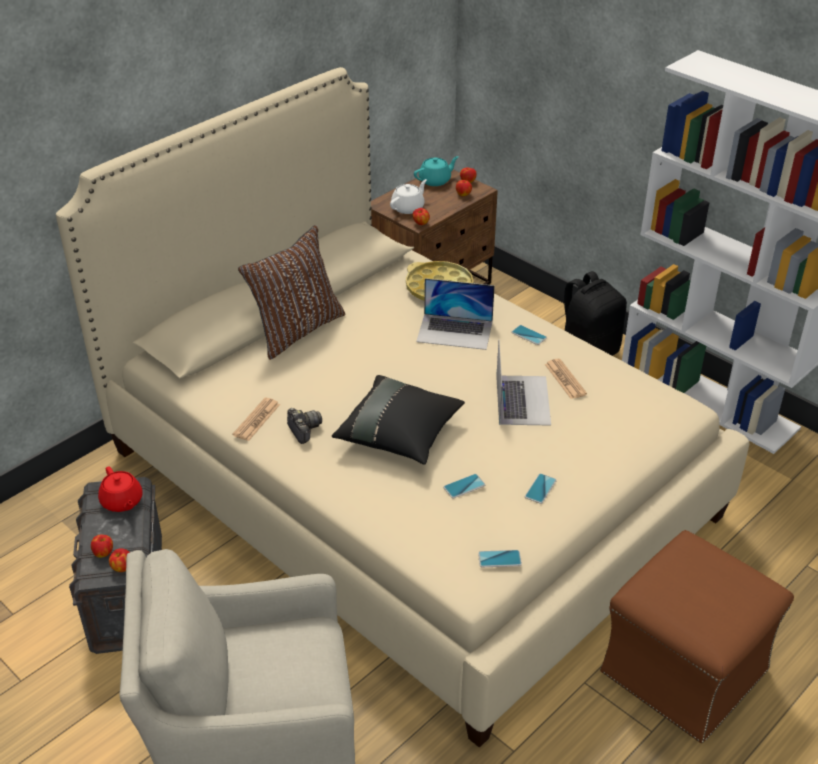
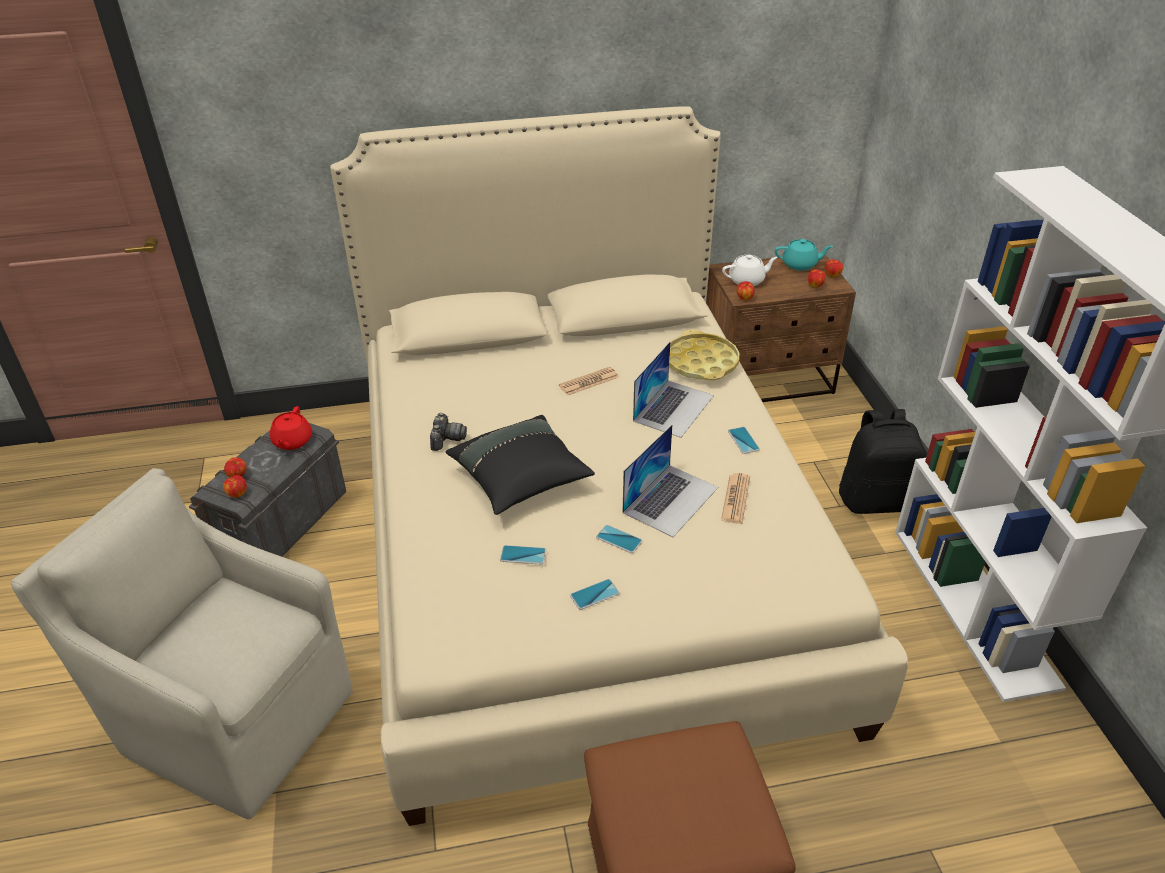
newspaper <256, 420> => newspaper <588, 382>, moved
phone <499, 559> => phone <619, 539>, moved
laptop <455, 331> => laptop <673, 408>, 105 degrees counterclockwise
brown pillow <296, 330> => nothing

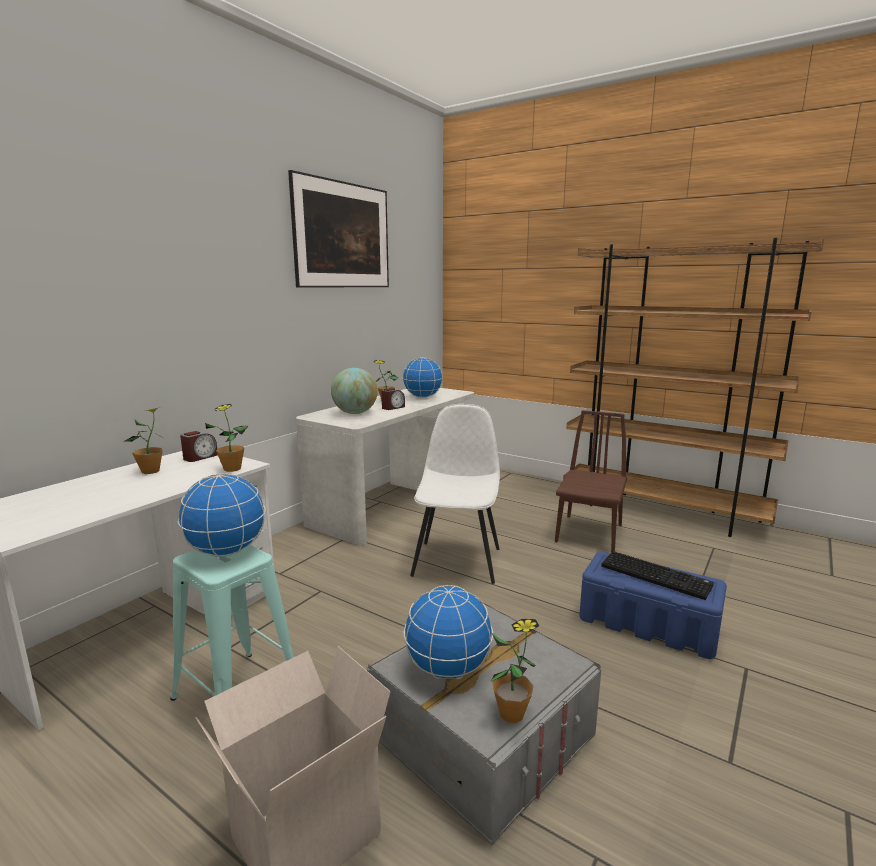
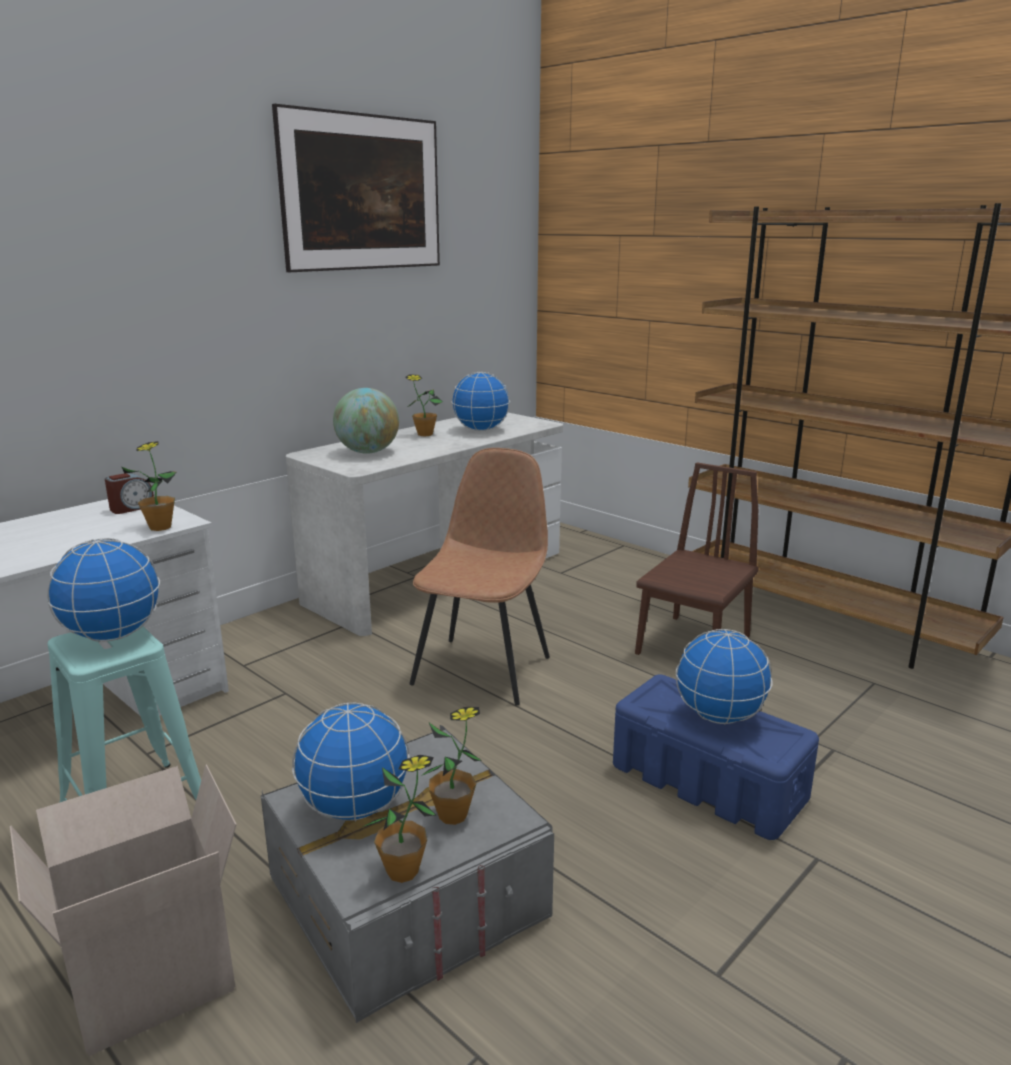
white chair <457, 560> => brown chair <483, 669>
potted plant <151, 471> => potted plant <453, 815>, moved
keyboard <657, 575> => globe <720, 716>
alarm clock <393, 407> => nothing

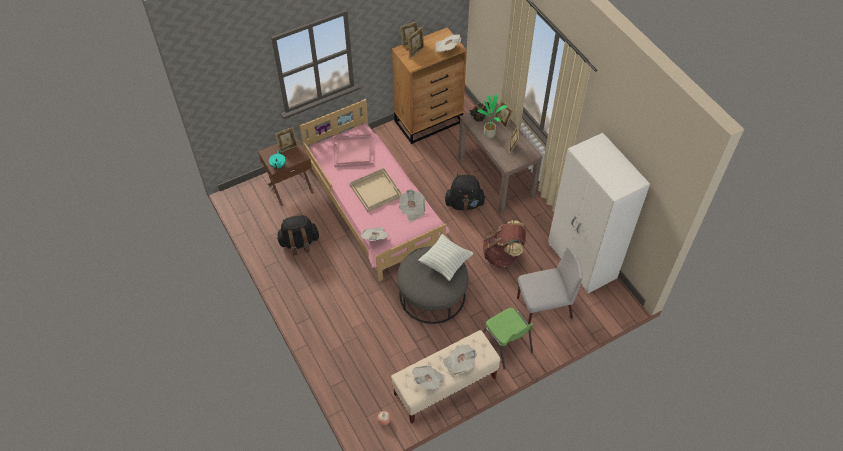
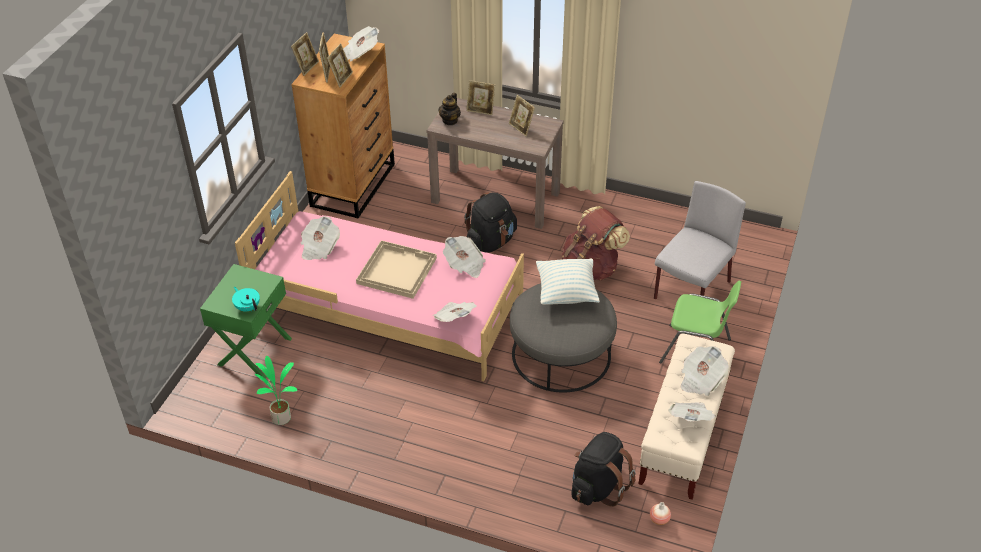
brown nightstand <290, 188> => green nightstand <253, 351>
potted plant <489, 133> => potted plant <281, 417>, moved
pink tray <352, 152> => newspaper <319, 248>
picture frame <287, 147> => picture frame <341, 78>, moved
black backpack <299, 243> => black backpack <598, 487>, moved
white wardrobe <581, 262> => nothing

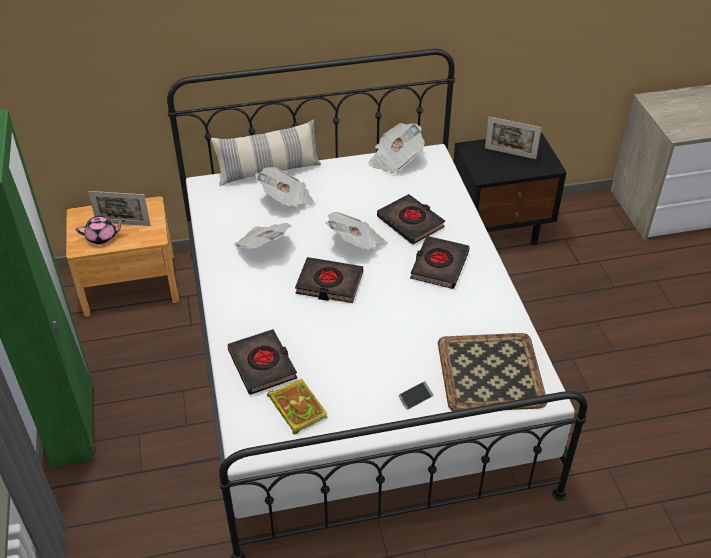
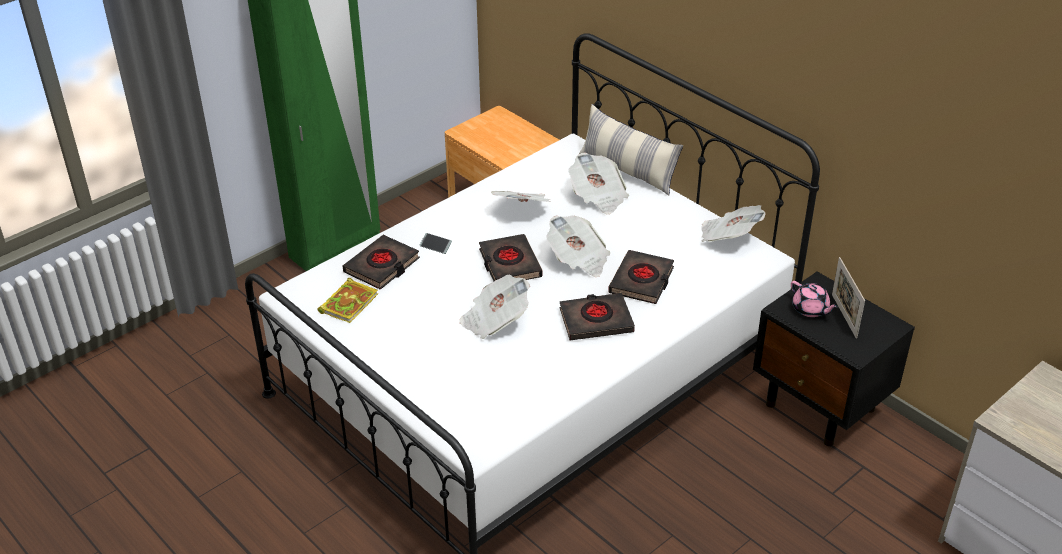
phone <415, 398> => phone <435, 246>, moved
nothing => newspaper <494, 320>
pink teapot <102, 237> => pink teapot <810, 309>, moved
picture frame <123, 224> => nothing
tray <491, 373> => nothing

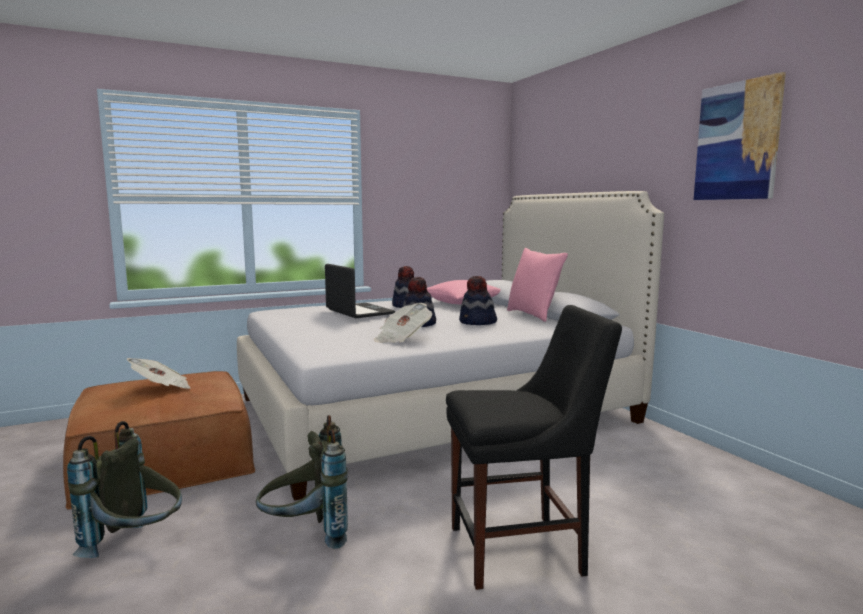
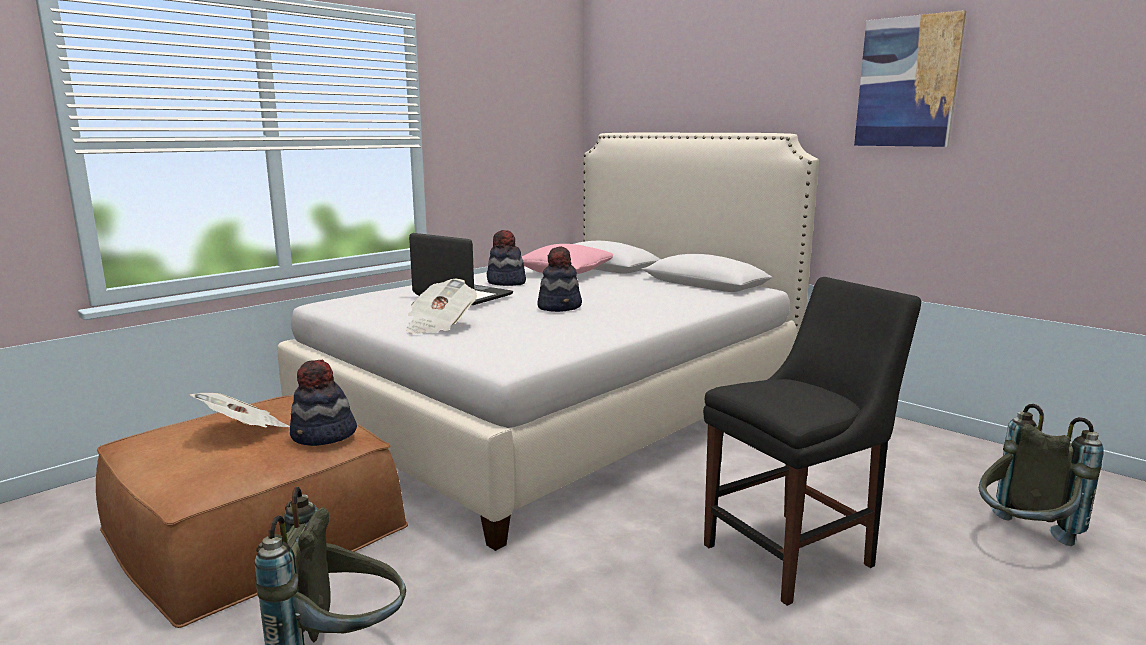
hat <477, 322> => hat <323, 436>, moved
newspaper <402, 338> => newspaper <439, 326>, moved
grey backpack <306, 535> => grey backpack <1022, 539>, moved
pink pillow <533, 315> => nothing

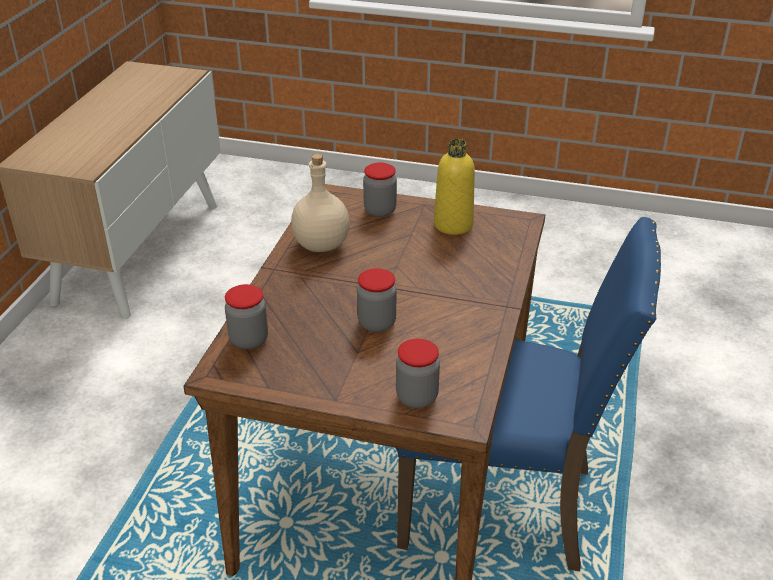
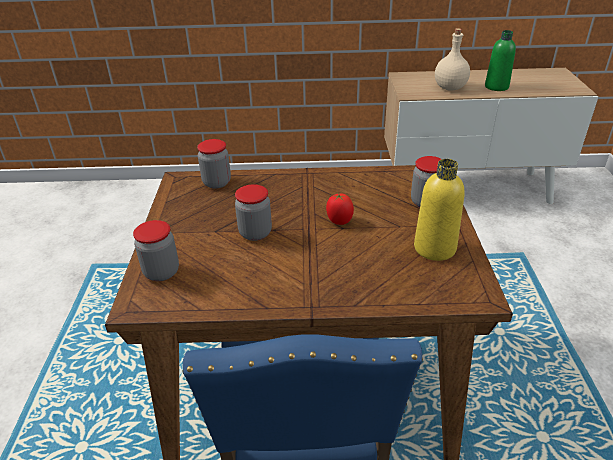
nothing => tomato <339, 221>
beige bottle <321, 245> => beige bottle <449, 88>, moved
nothing => green bottle <496, 87>

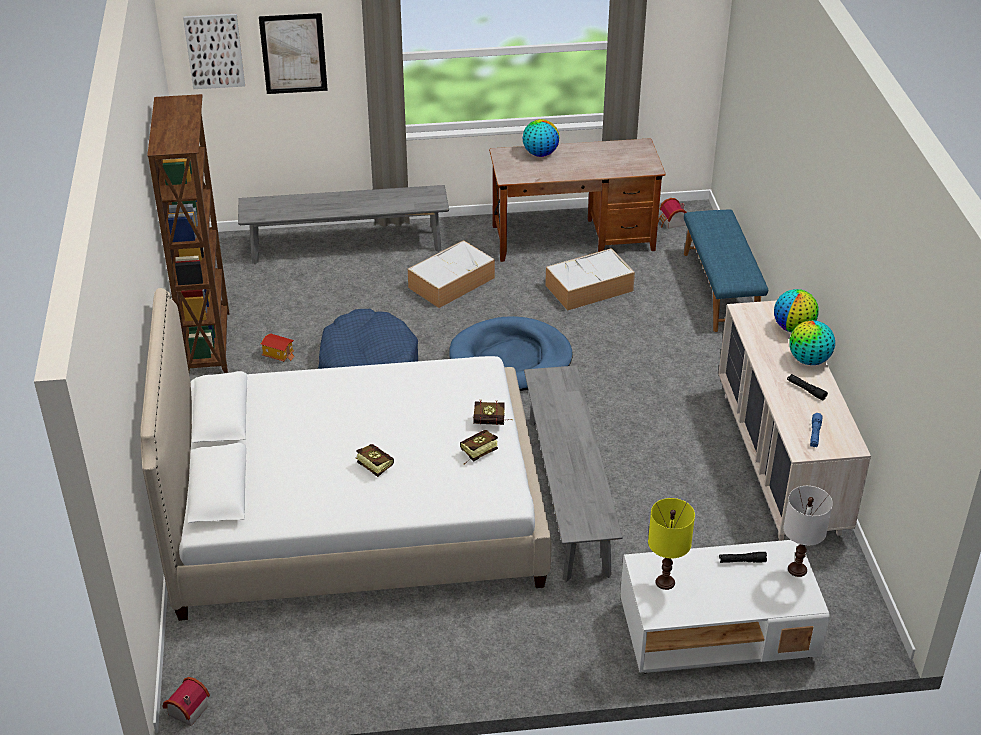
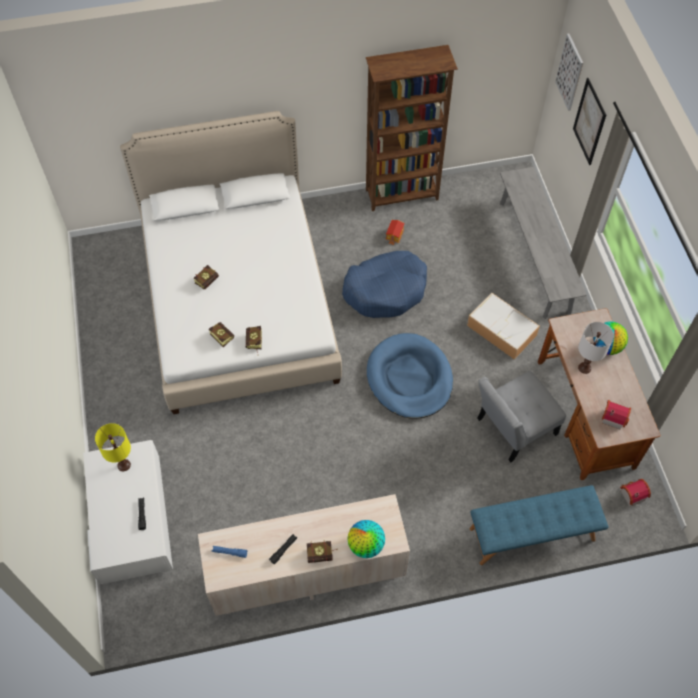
globe <808, 360> => book <322, 554>
storage box <588, 288> => grey chair <513, 428>
white table lamp <797, 569> => white table lamp <584, 368>, moved
toy house <185, 710> => toy house <613, 417>, moved
grey bench <567, 495> => nothing

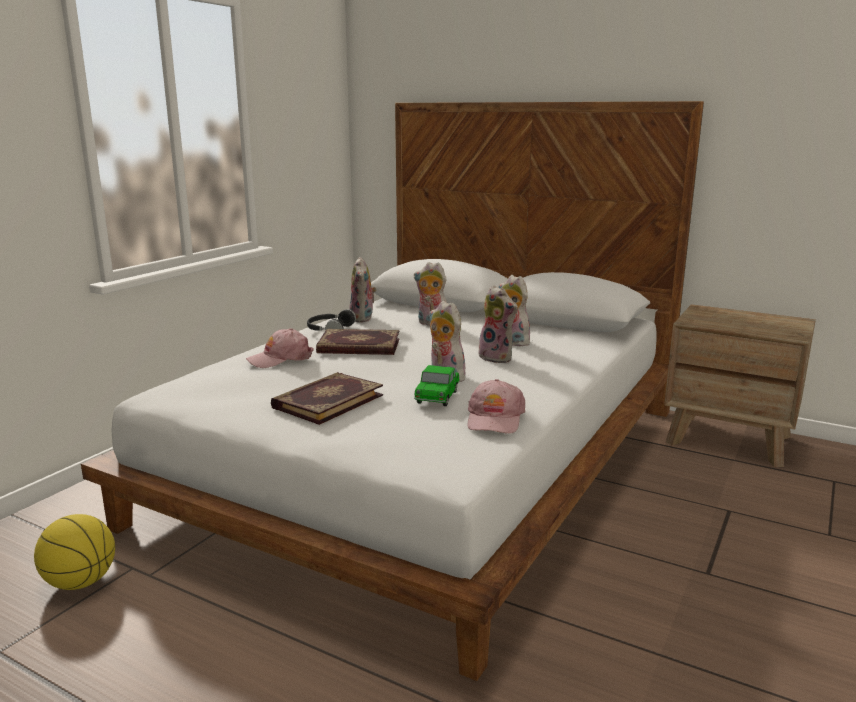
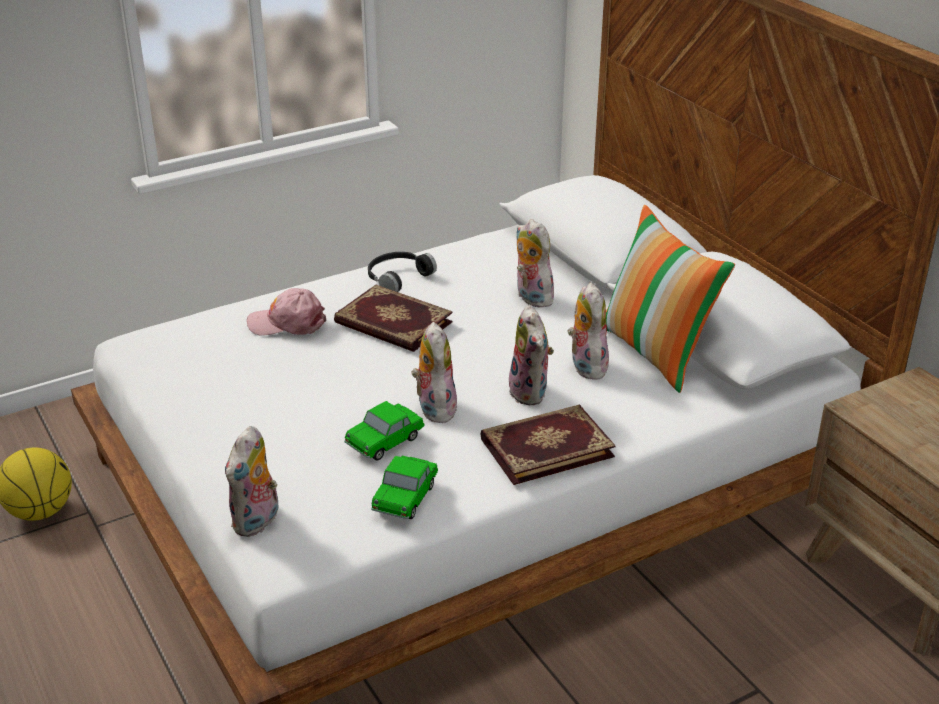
plush toy <363, 318> => plush toy <257, 522>, moved
pink cap <495, 418> => toy car <405, 498>
book <327, 401> => book <546, 447>, moved
nothing => pillow <656, 352>

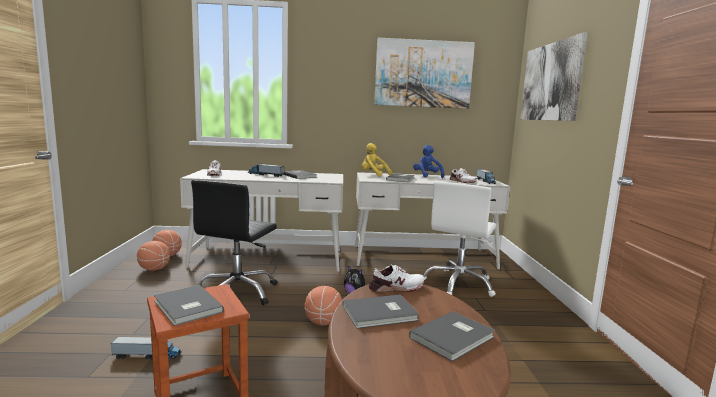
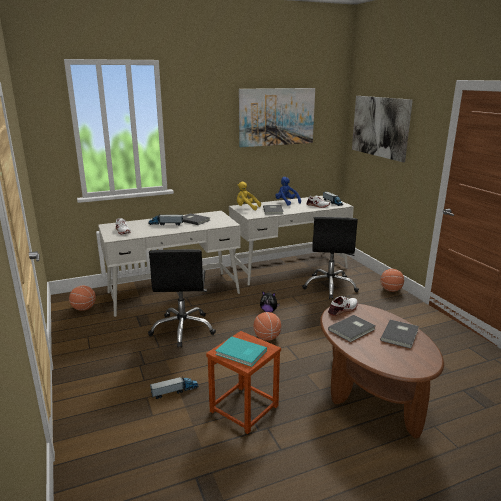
grey book <186, 307> => turquoise book <241, 353>
white office chair <459, 284> => black office chair <330, 286>
basketball <154, 269> => basketball <390, 290>, moved

